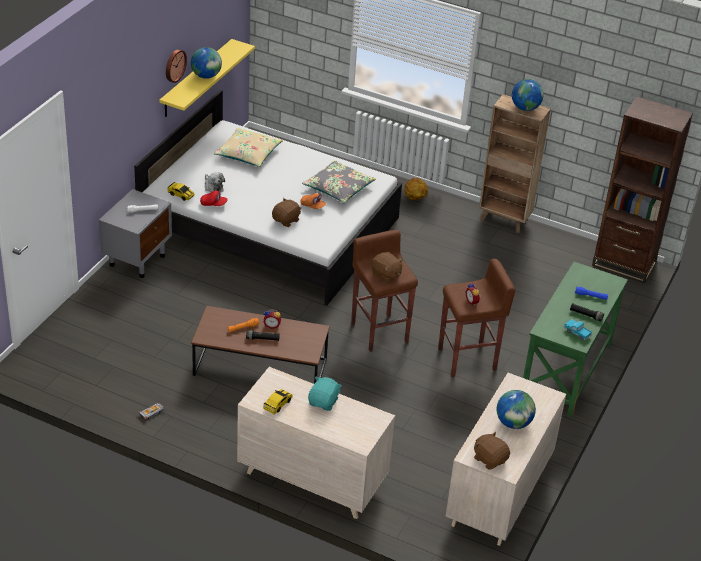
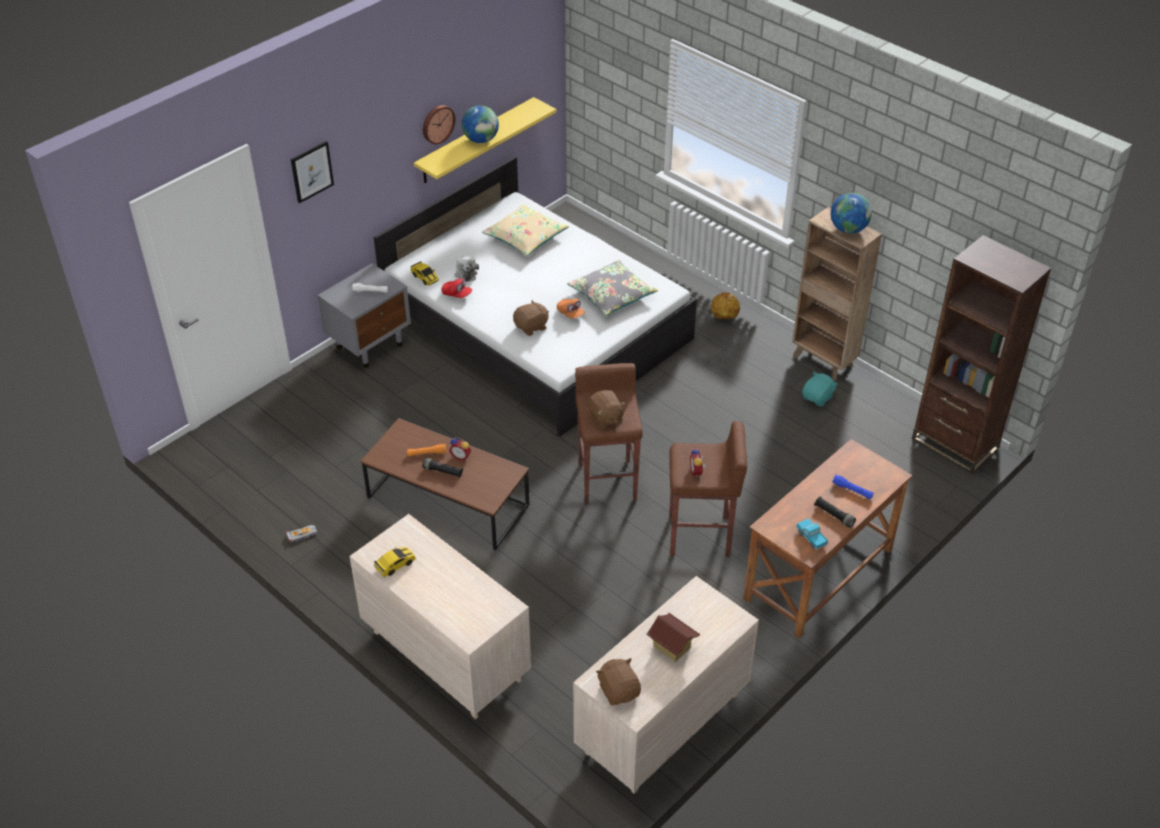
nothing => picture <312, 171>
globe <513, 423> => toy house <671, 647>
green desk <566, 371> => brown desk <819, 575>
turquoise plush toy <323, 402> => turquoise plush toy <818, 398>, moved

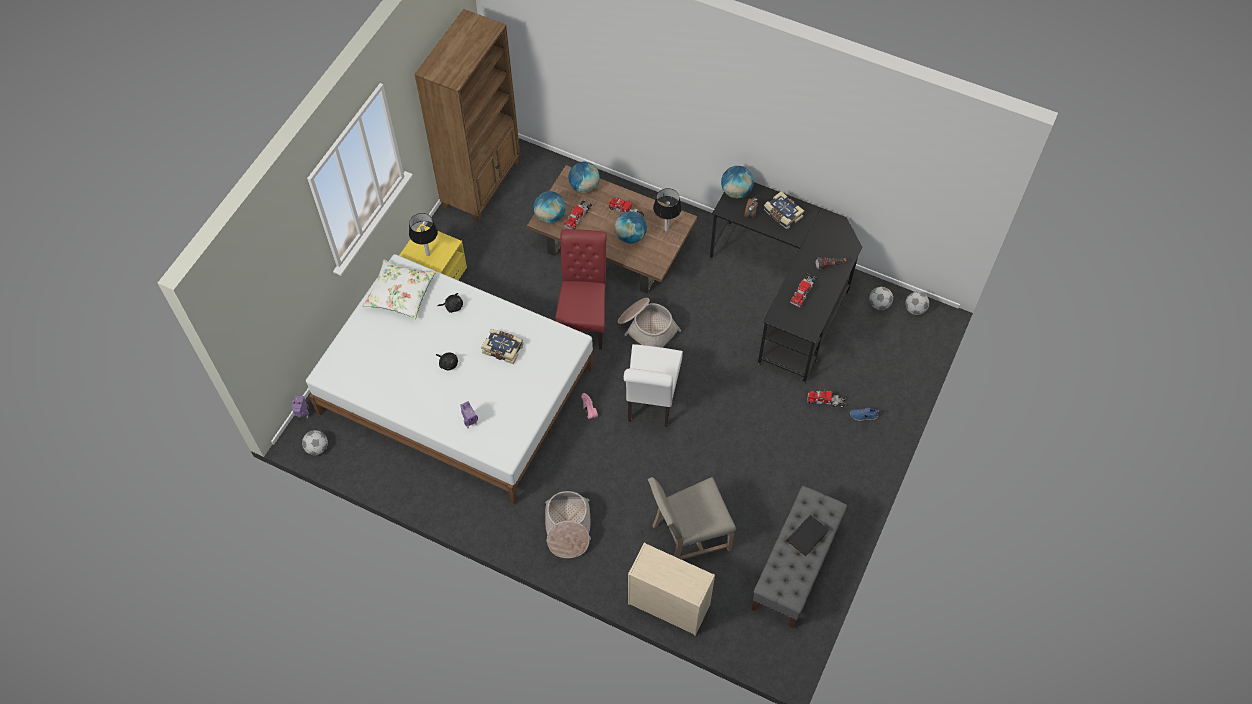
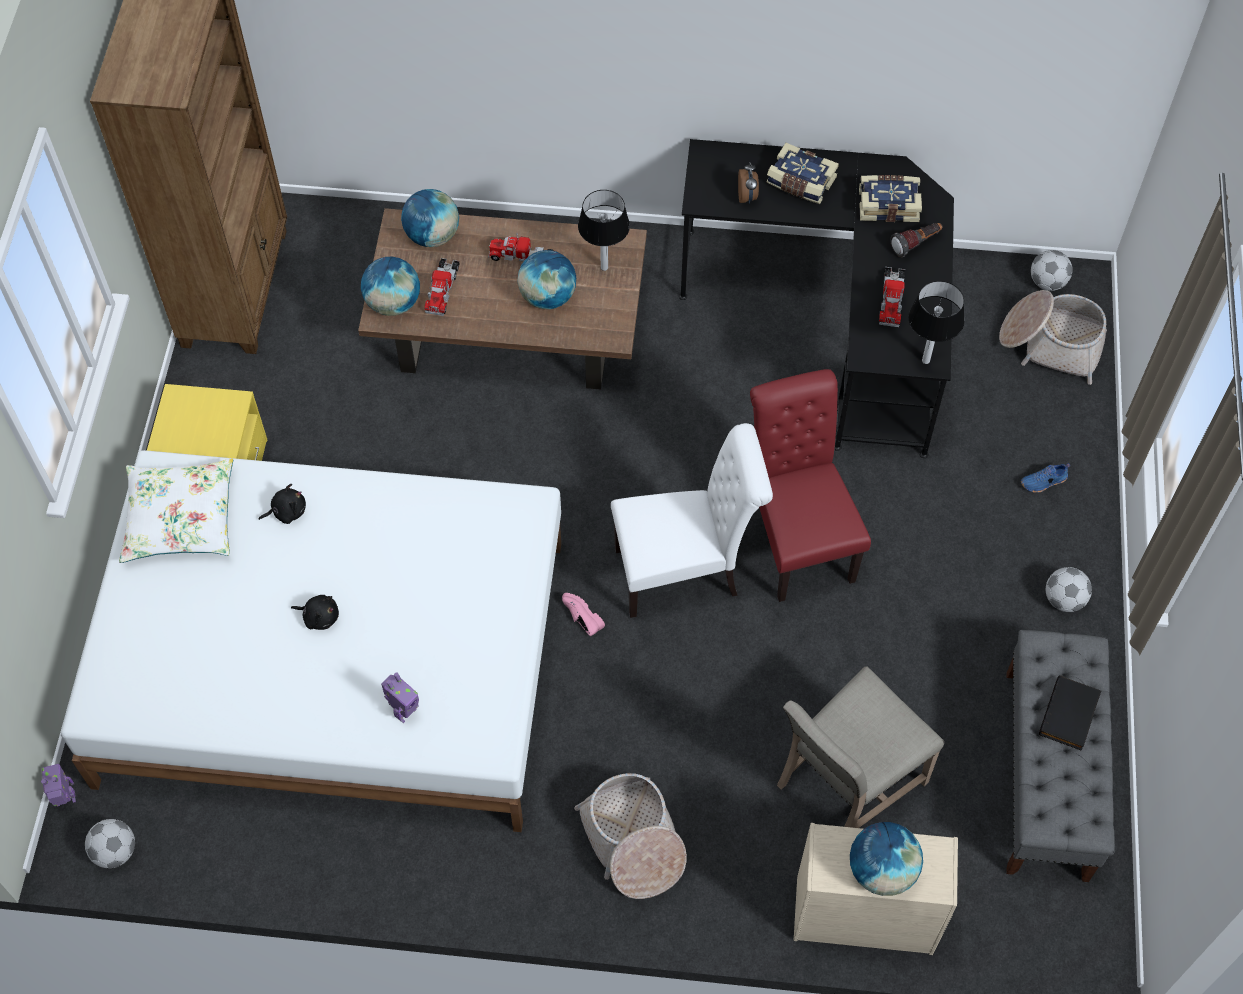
white chair <651, 402> => white chair <685, 571>, 90 degrees counterclockwise
red chair <583, 319> => red chair <796, 538>, moved
globe <736, 191> => globe <881, 870>, moved
book <503, 348> => book <888, 204>, moved
table lamp <428, 254> => table lamp <925, 360>, moved
basket <647, 328> => basket <1051, 343>, moved
football <879, 304> => football <1063, 599>, moved
toy truck <826, 401> => nothing

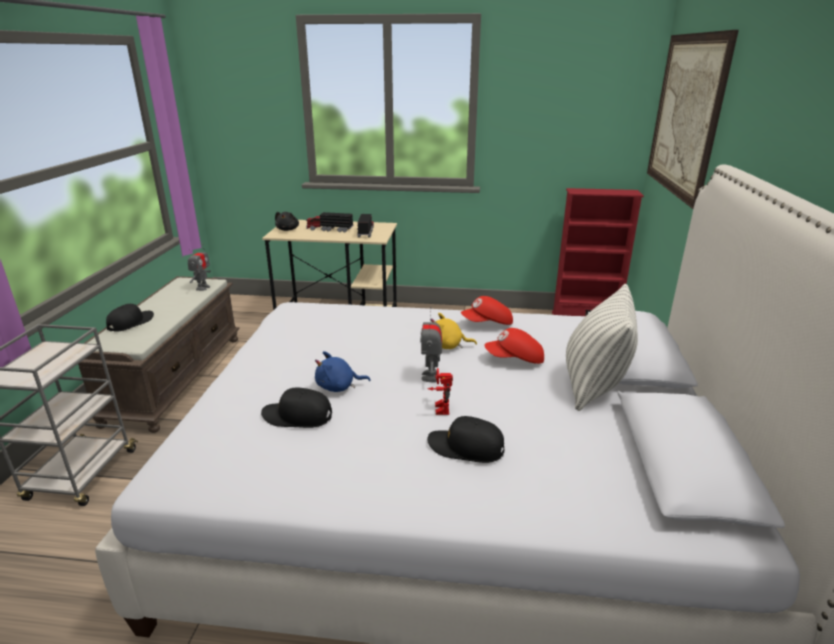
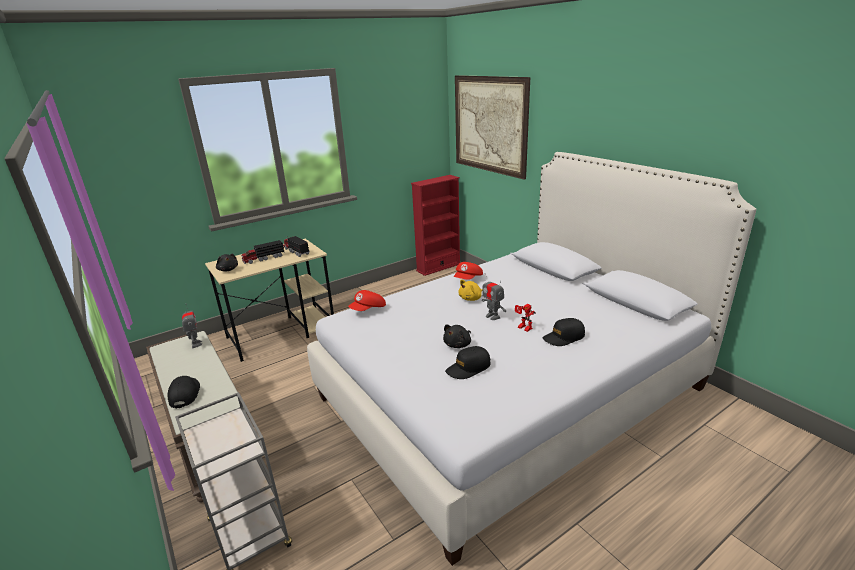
red cap <515, 360> => red cap <368, 310>, moved
blue plush toy <338, 387> => black plush toy <458, 344>
pillow <594, 385> => nothing

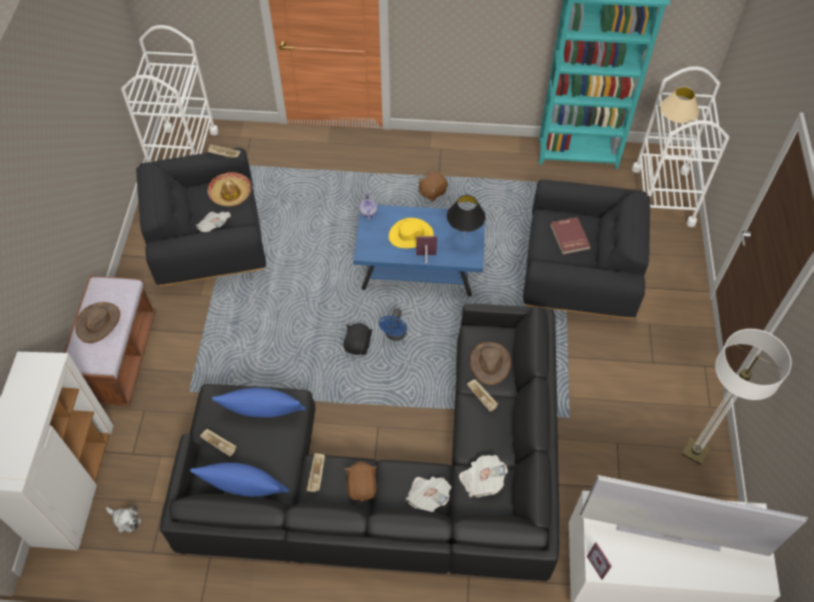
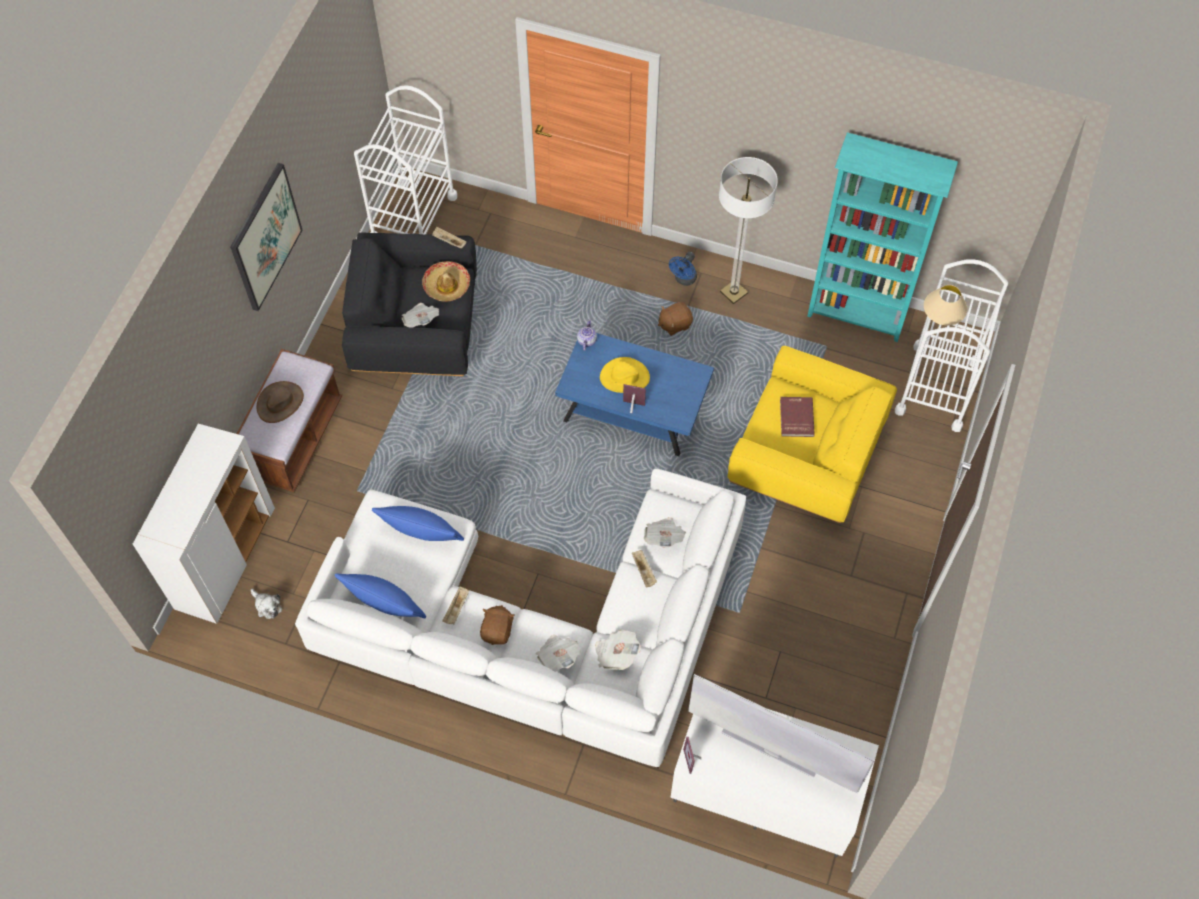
nothing => picture <265, 237>
black sofa <390, 477> => white sofa <535, 628>
brown hat <490, 363> => newspaper <664, 537>
blue fan <395, 335> => blue fan <684, 280>, moved
floor lamp <695, 451> => floor lamp <733, 292>, moved
black armchair <578, 273> => yellow armchair <806, 457>
beige tray <220, 445> => nothing
black plush toy <358, 345> => nothing
black table lamp <464, 241> => nothing

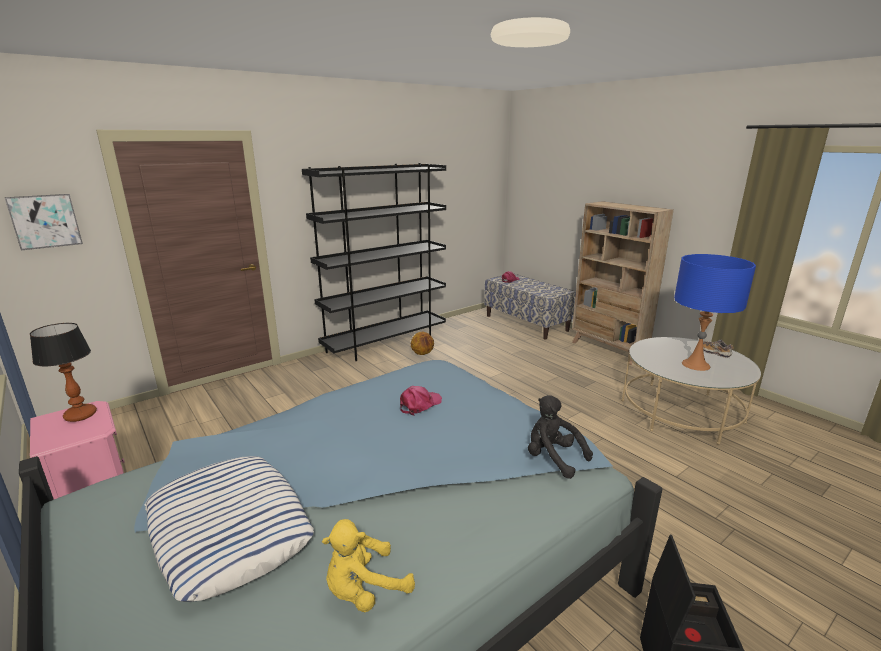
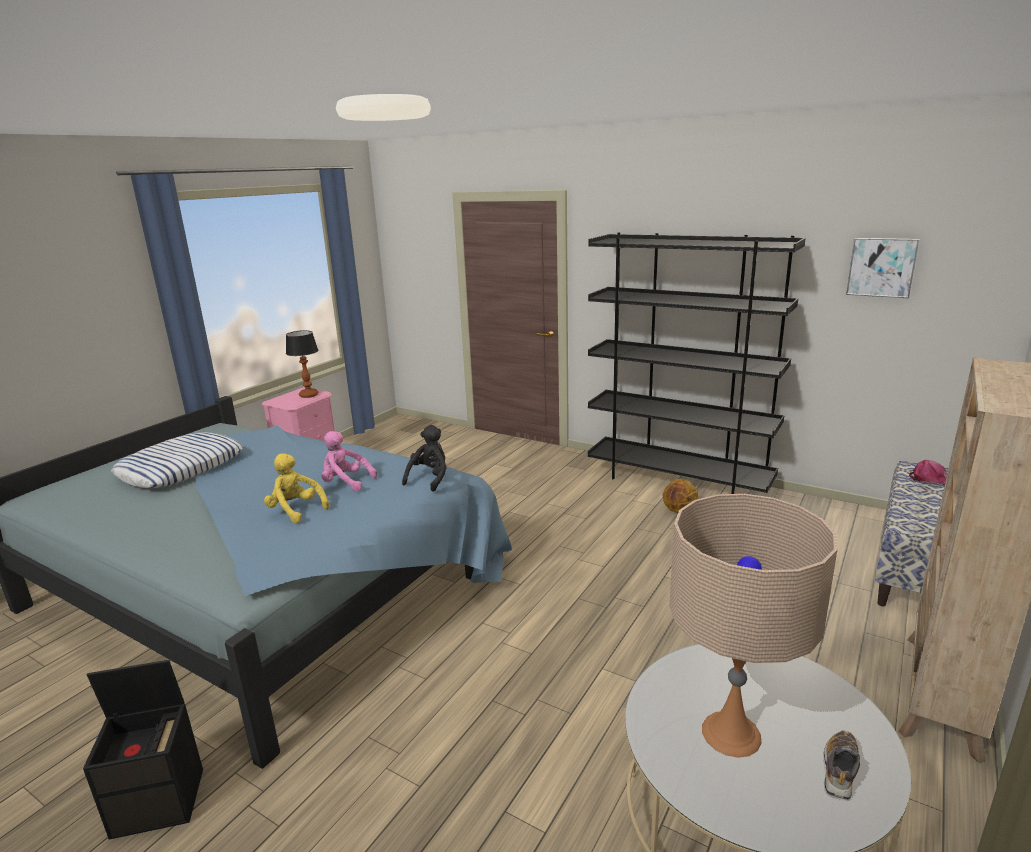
yellow plush toy <364, 590> => yellow plush toy <296, 510>, moved
pink cap <419, 404> => pink plush toy <346, 483>
black plush toy <553, 458> => black plush toy <429, 479>, moved
blue table lamp <695, 365> => beige table lamp <731, 733>
picture <45, 221> => picture <881, 267>, moved

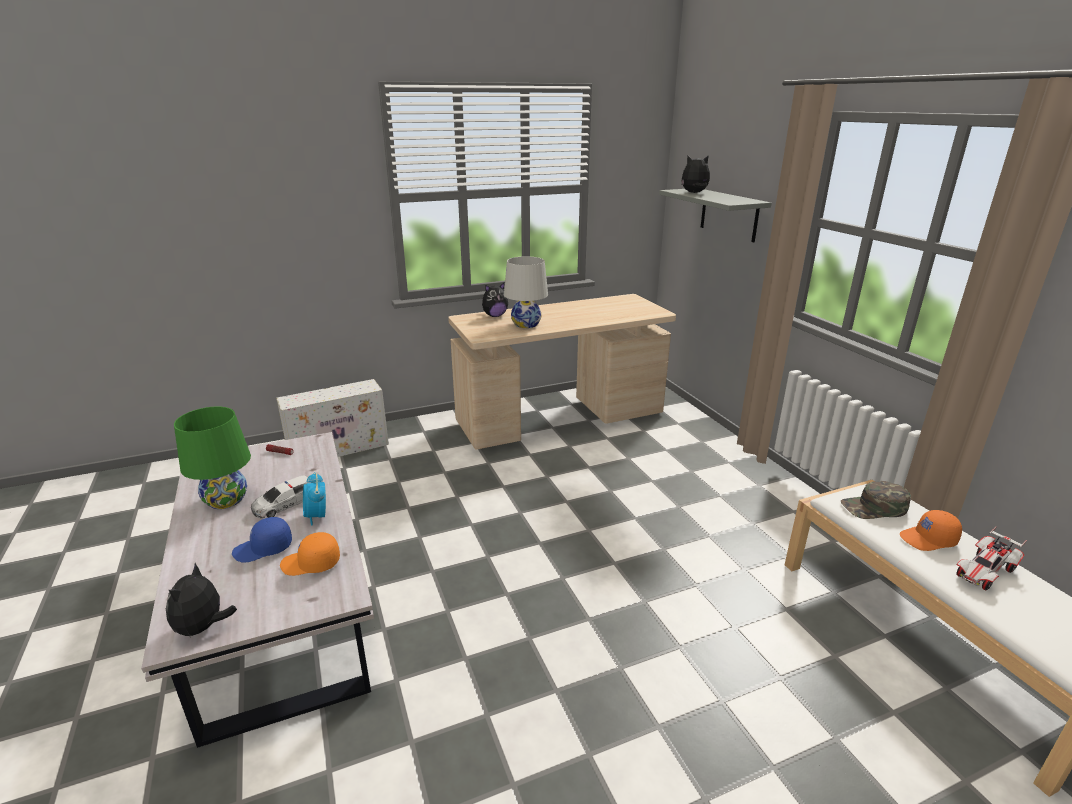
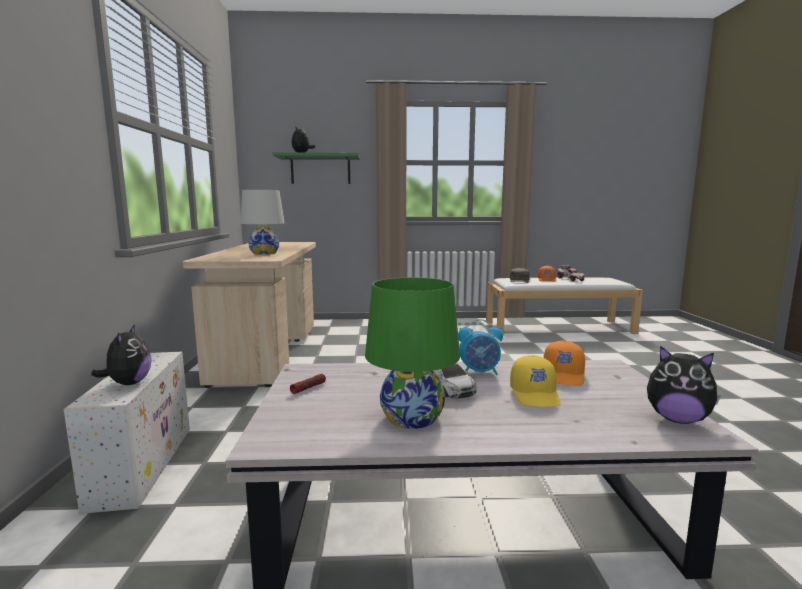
plush toy <495, 316> => plush toy <128, 383>, moved
grey shelf <729, 214> => green shelf <320, 170>
blue cap <263, 549> => yellow cap <535, 395>

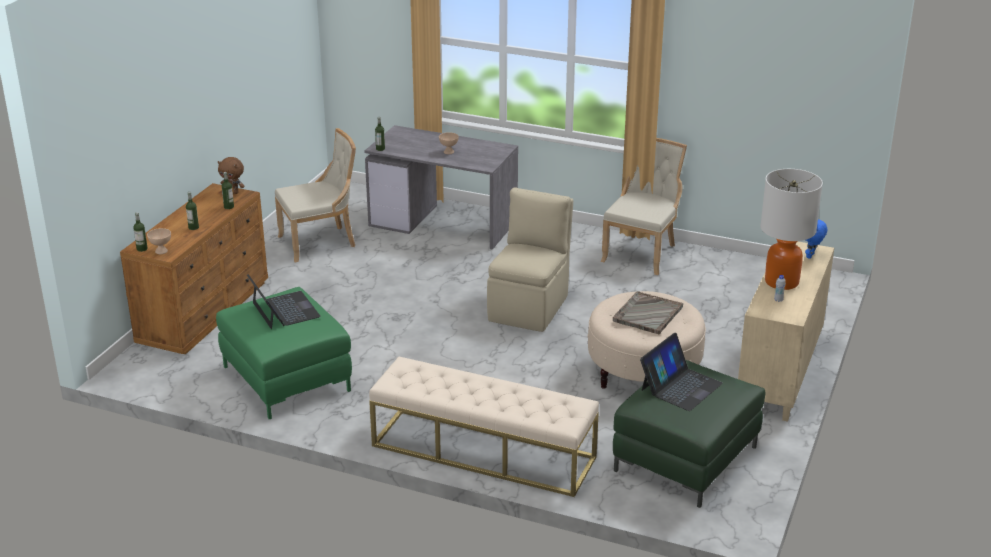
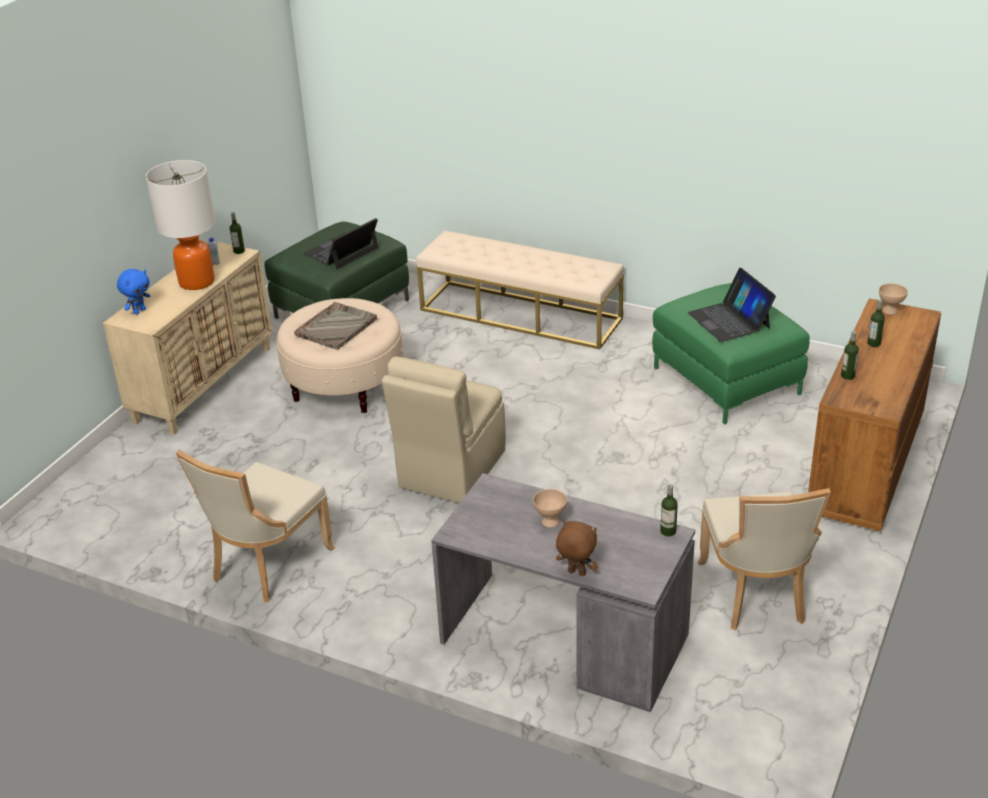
bottle <142, 249> => bottle <239, 251>, moved
brown plush toy <233, 192> => brown plush toy <576, 573>, moved
beige chair <320, 242> => beige chair <756, 595>, 75 degrees counterclockwise

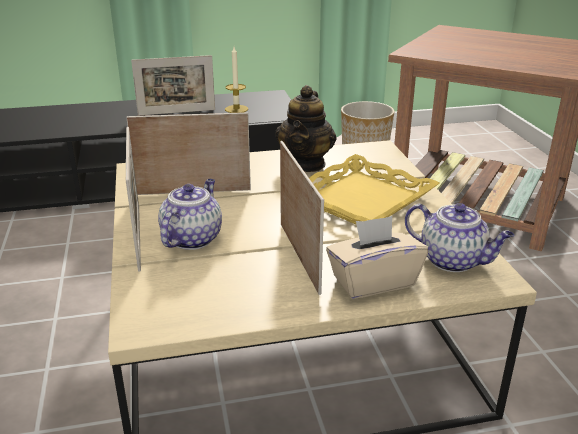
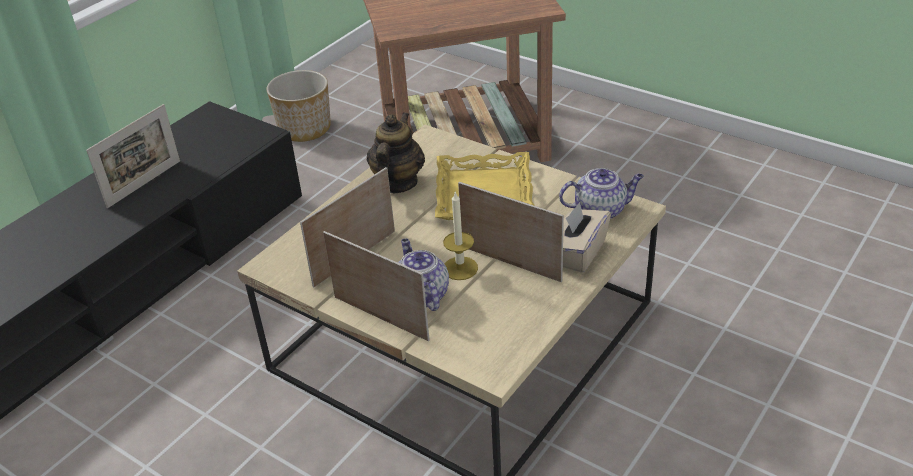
teapot <306, 164> => teapot <397, 183>, 135 degrees counterclockwise
candle <236, 109> => candle <460, 268>, moved

